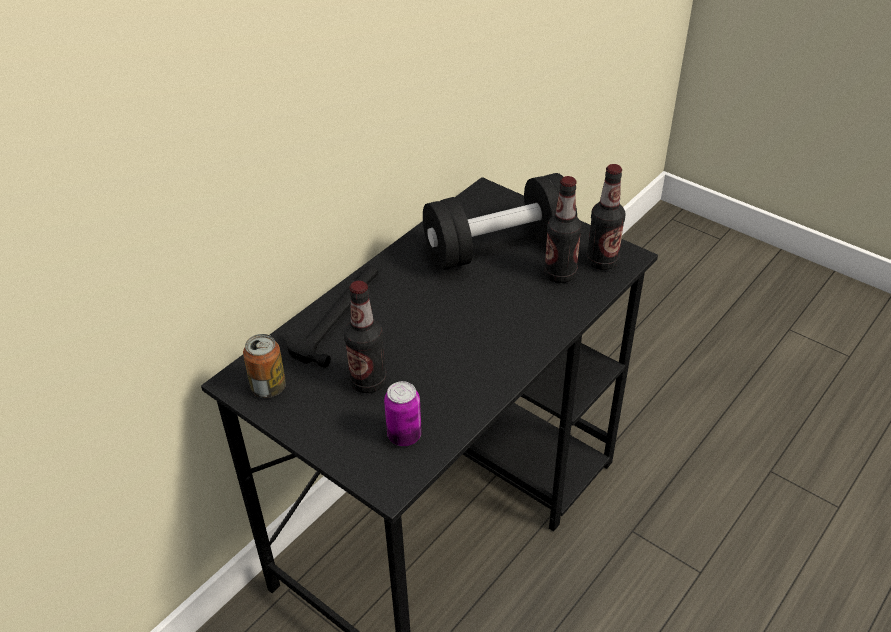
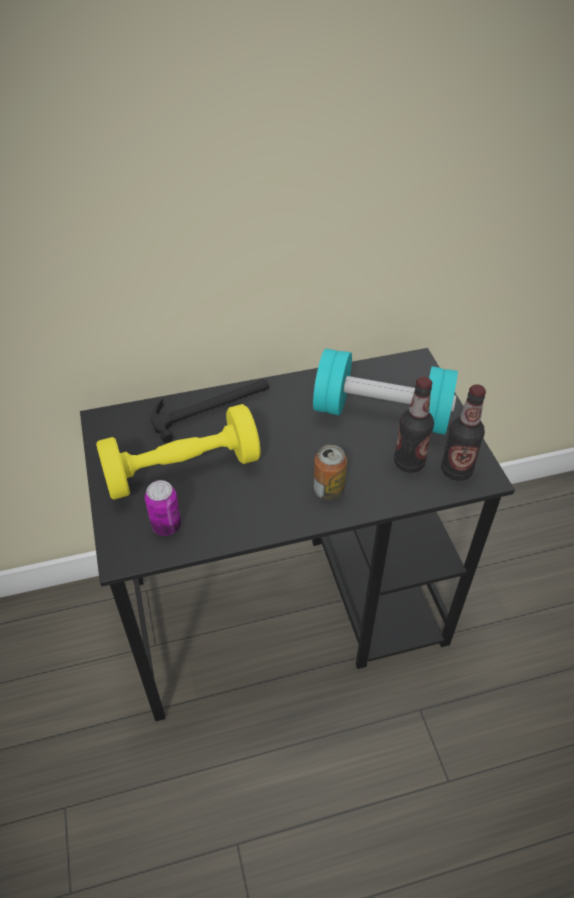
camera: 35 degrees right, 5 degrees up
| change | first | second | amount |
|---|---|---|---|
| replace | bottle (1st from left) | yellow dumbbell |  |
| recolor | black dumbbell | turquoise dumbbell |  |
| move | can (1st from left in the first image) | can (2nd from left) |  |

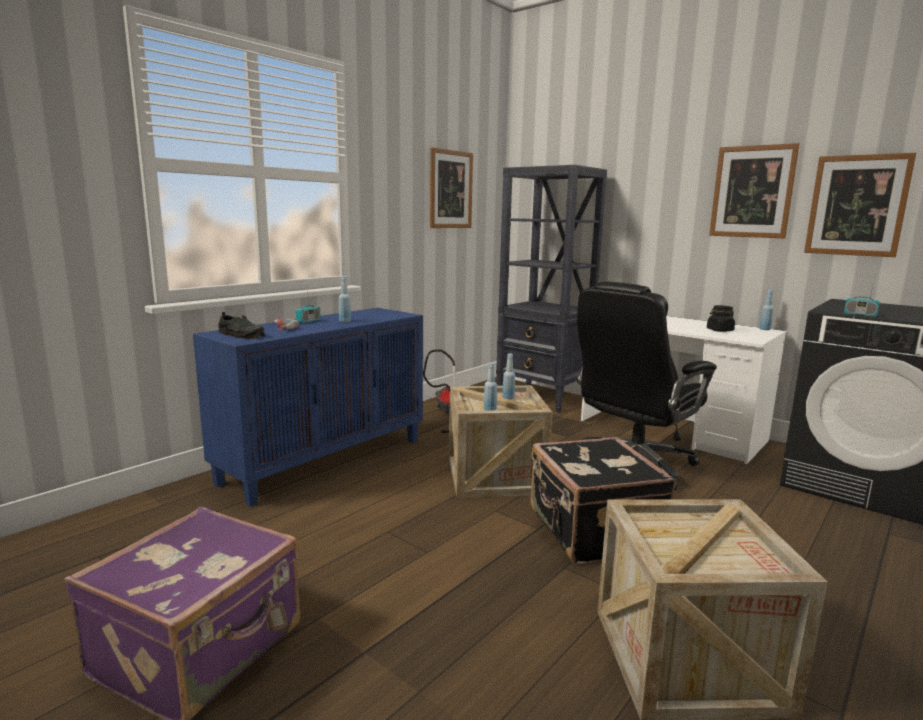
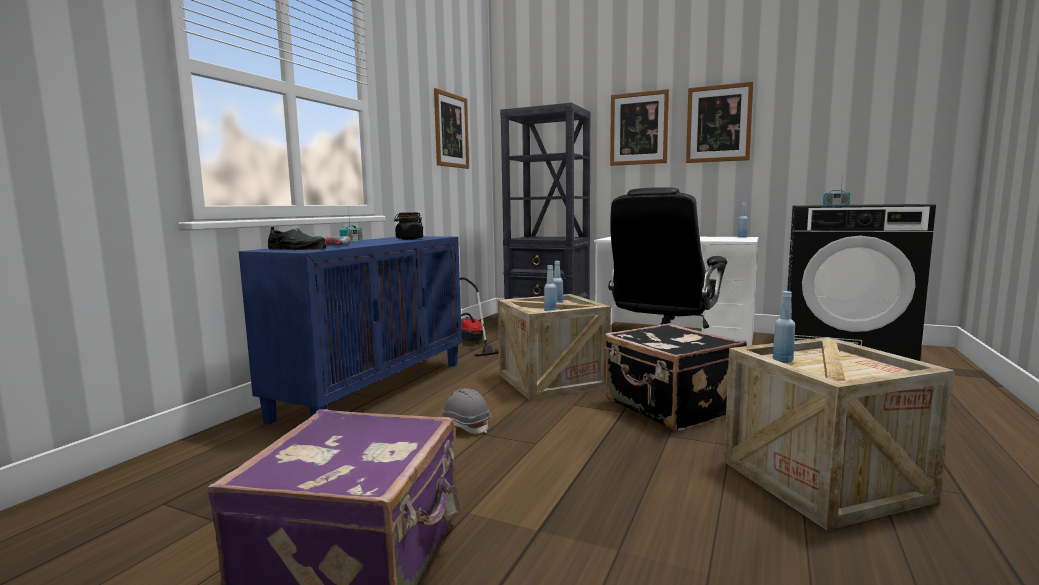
camera: 15 degrees left, 5 degrees down
| change | first | second | amount |
|---|---|---|---|
| move | black jar |  |  |
| insert |  | grey hard hat |  |
| move | picture (3rd from left in the first image) | picture (2nd from left) |  |
| move | blue bottle (1st from left in the first image) | blue bottle (4th from left) |  |

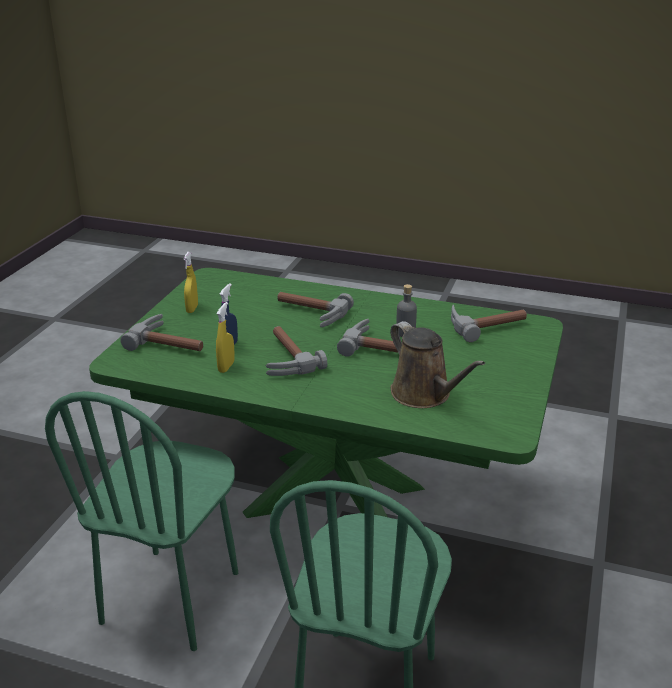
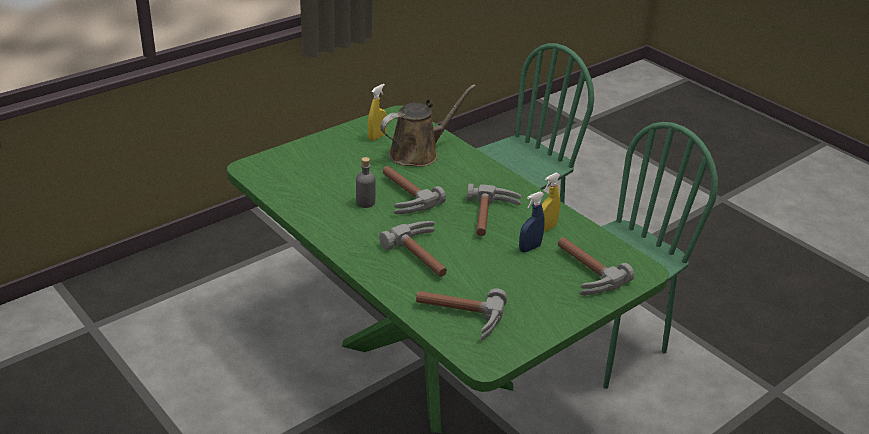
camera: 150 degrees left, 5 degrees up
| change | first | second | amount |
|---|---|---|---|
| move | yellow spray bottle (1st from left) |  |  |
| rotate | brown watering can |  | 60 degrees clockwise |
| move | hammer (5th from left in the first image) | hammer (3rd from left) |  |

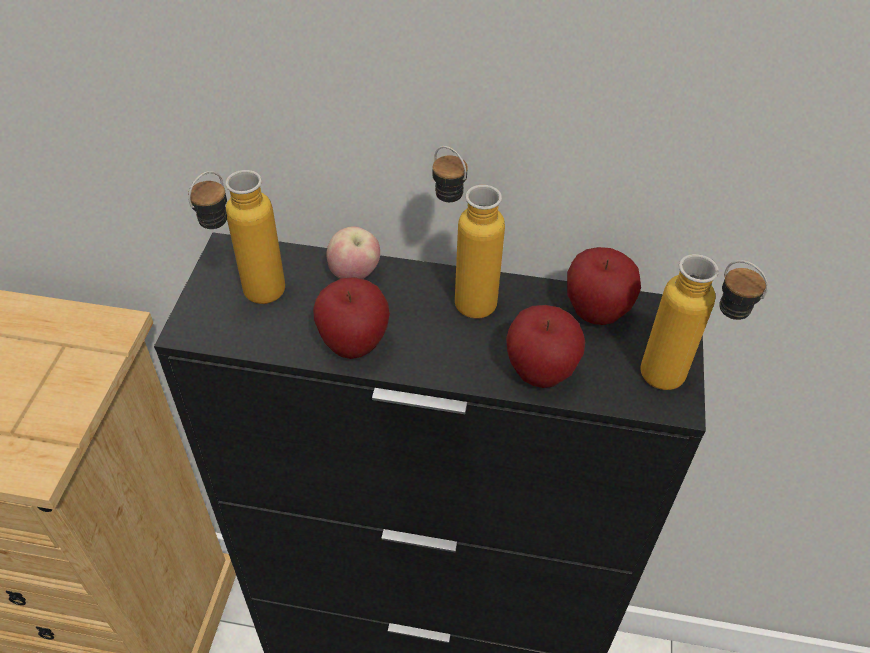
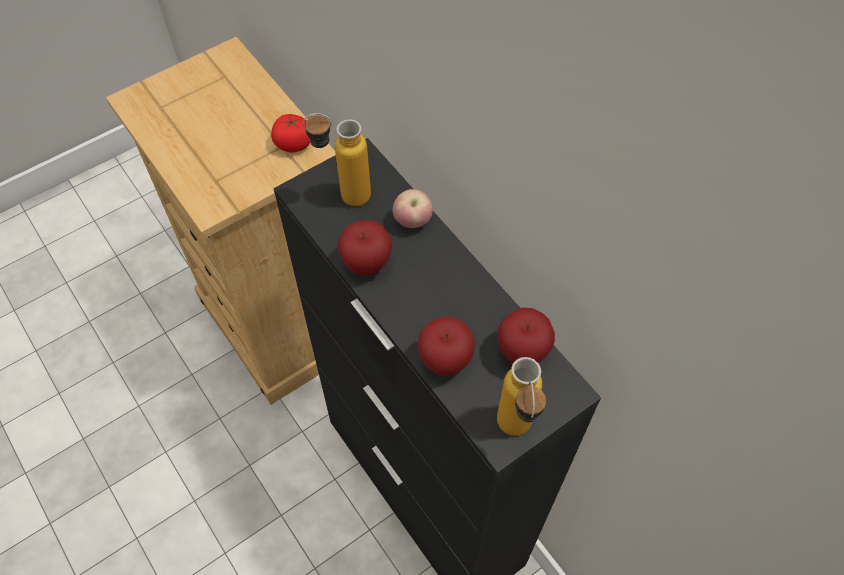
camera: 45 degrees right, 10 degrees up
| change | first | second | amount |
|---|---|---|---|
| insert |  | tomato |  |
| delete | bottle (2nd from left) |  |  |

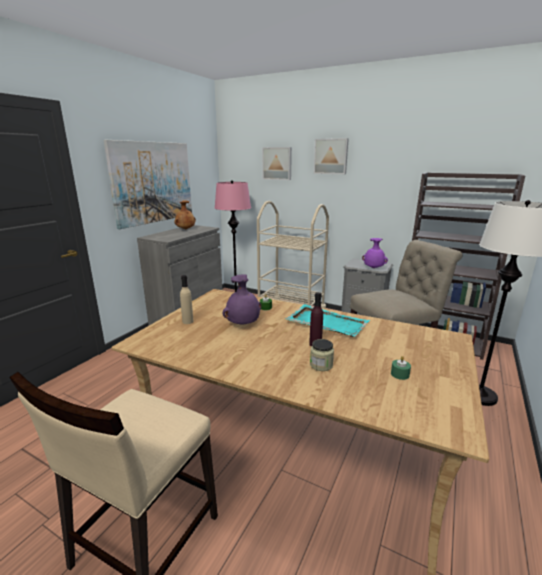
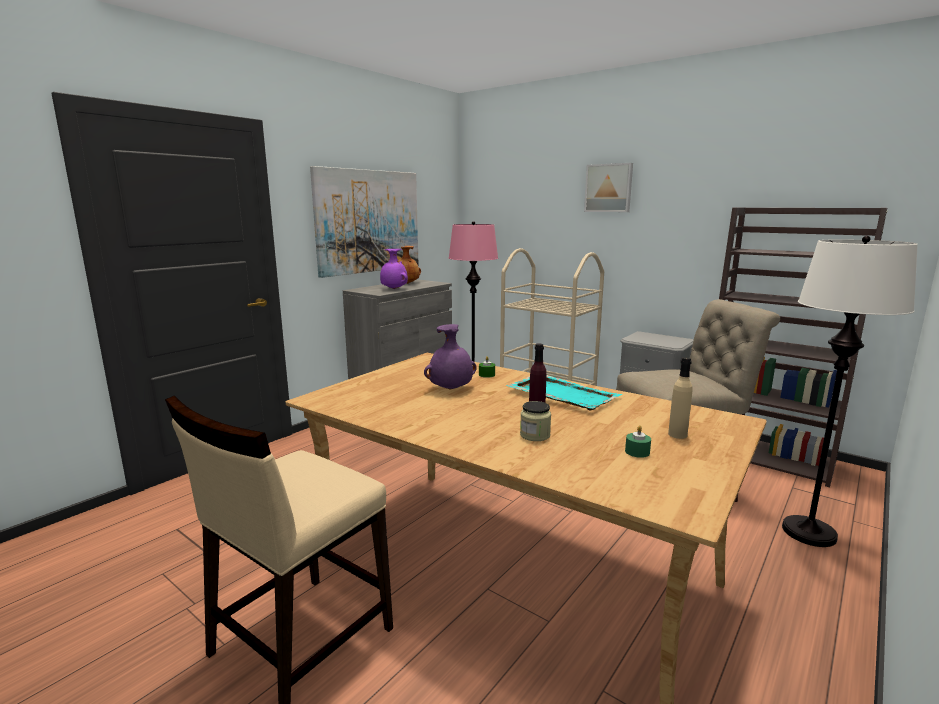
camera: 10 degrees right, 5 degrees down
| change | first | second | amount |
|---|---|---|---|
| move | purple vase (2nd from left in the first image) | purple vase (1st from left) |  |
| move | beige bottle |  |  |
| delete | picture (2nd from left) |  |  |

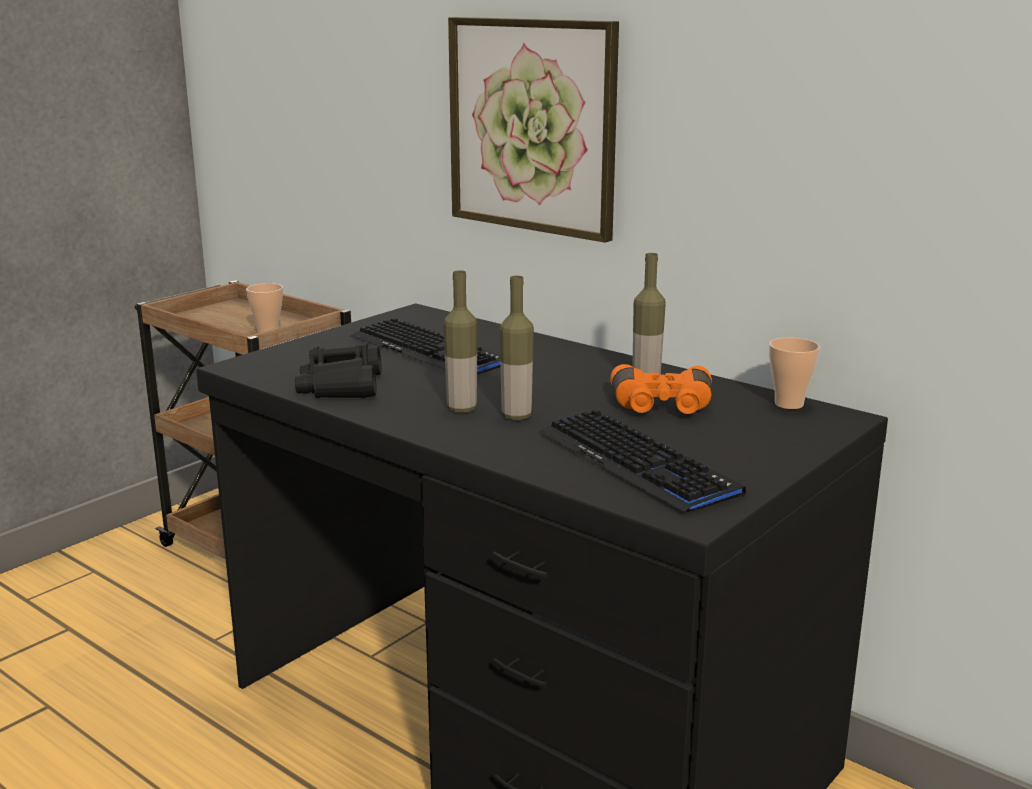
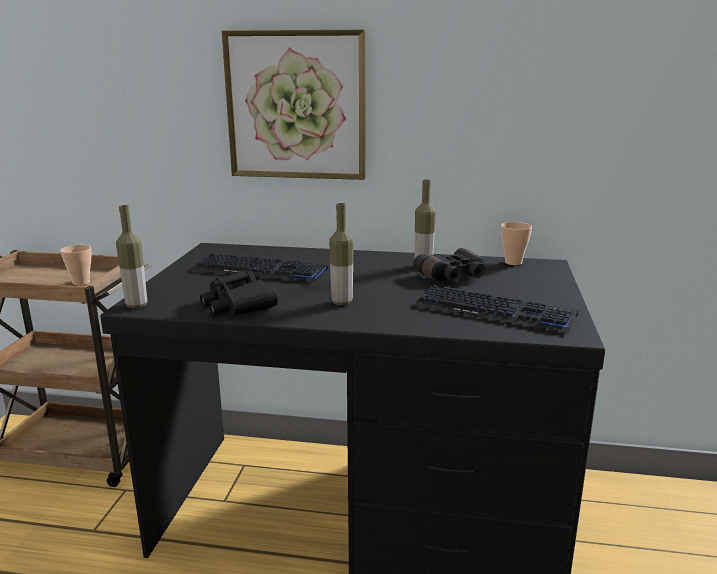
camera: 30 degrees left, 0 degrees up
| change | first | second | amount |
|---|---|---|---|
| move | bottle (2nd from left in the first image) | bottle (1st from left) |  |
| recolor | orange binoculars | black binoculars (2nd from left) |  |

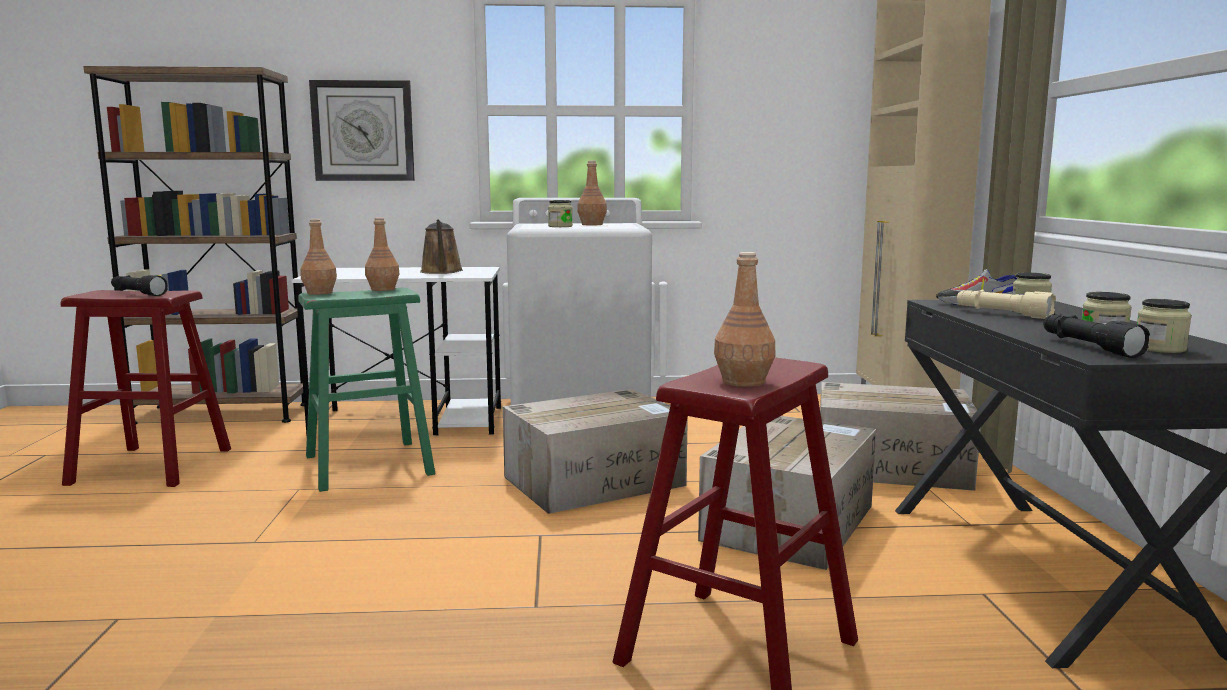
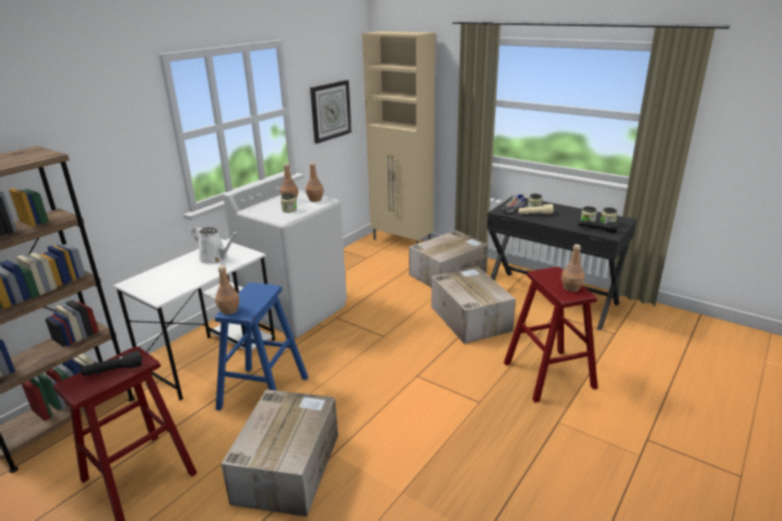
camera: 50 degrees left, 15 degrees up
| change | first | second | amount |
|---|---|---|---|
| recolor | brown watering can | white watering can |  |
| recolor | green stool | blue stool |  |
| move | cardboard box (1st from left) |  |  |
| move | brown bottle (2nd from left in the first image) | brown bottle (3rd from left) |  |
| move | wall clock |  |  |

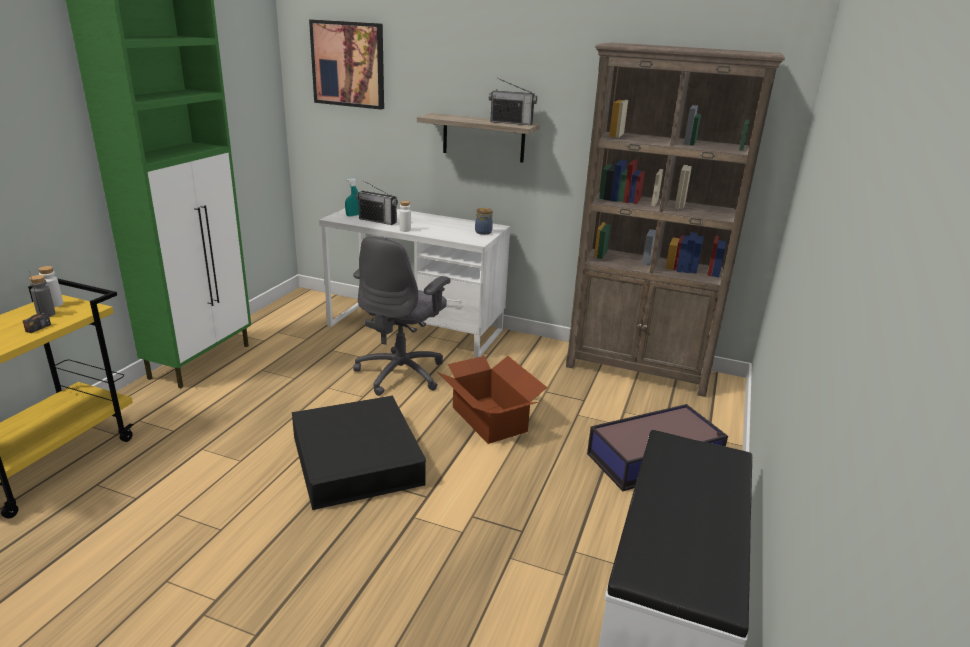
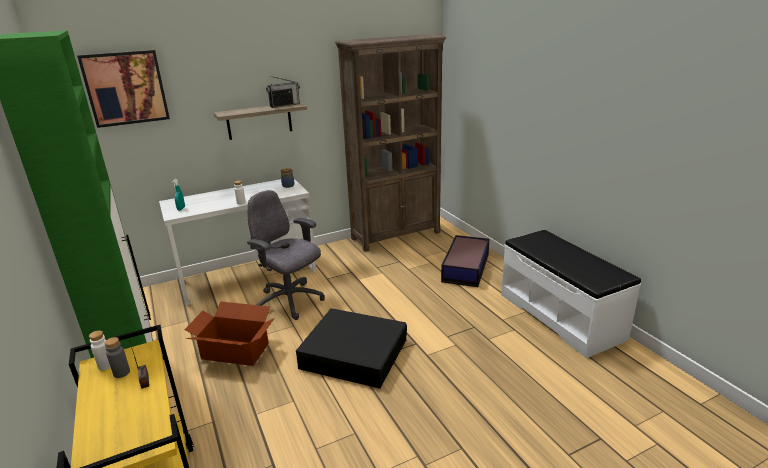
camera: 45 degrees left, 0 degrees up
| change | first | second | amount |
|---|---|---|---|
| move | cardboard box |  |  |
| rotate | grey office chair |  | 150 degrees clockwise |
| delete | radio (2nd from left) |  |  |

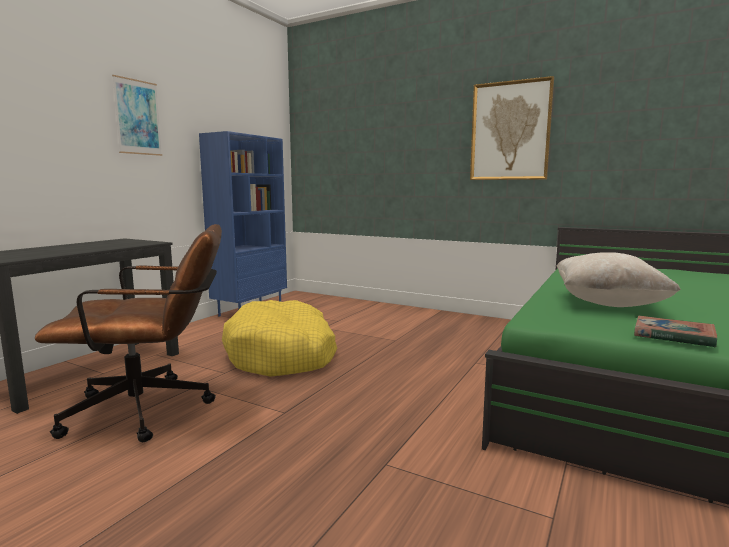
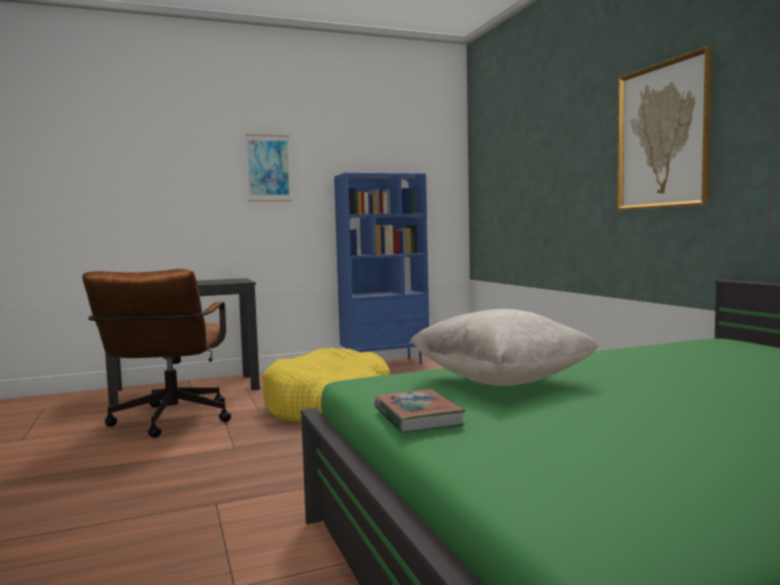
camera: 40 degrees right, 5 degrees down
| change | first | second | amount |
|---|---|---|---|
| rotate | brown office chair |  | 60 degrees clockwise |

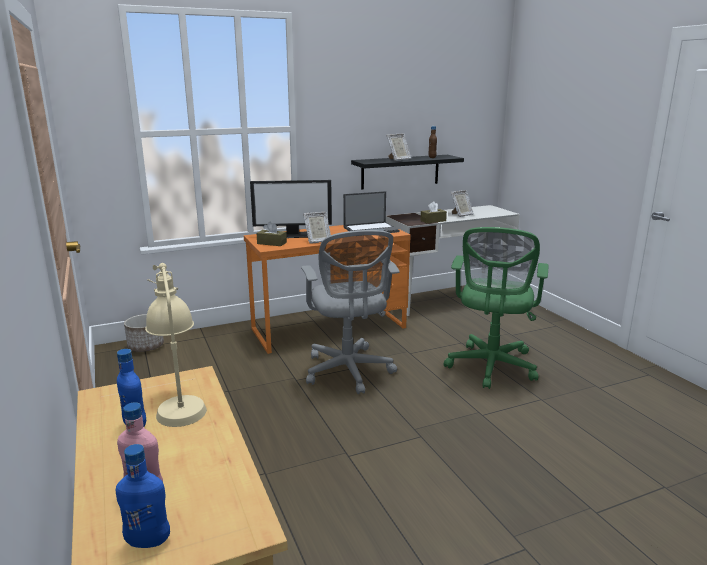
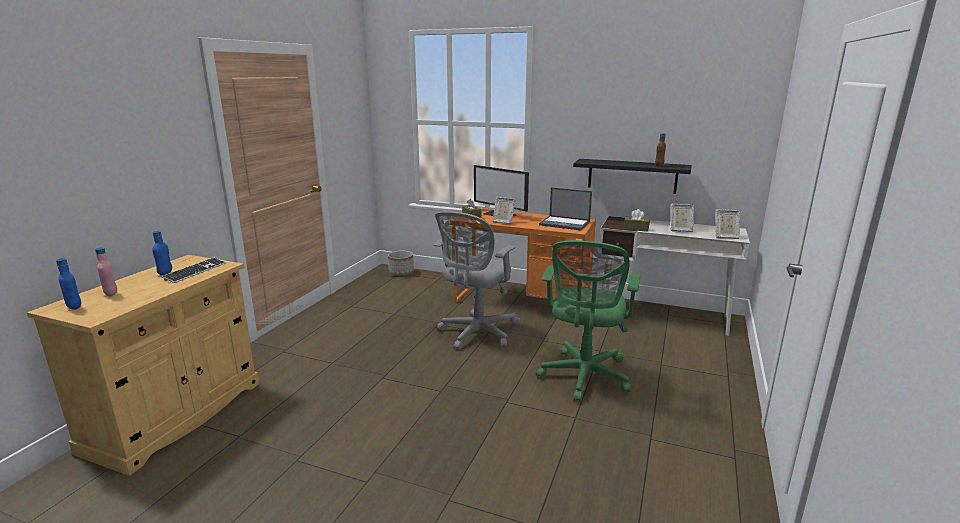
camera: 45 degrees right, 0 degrees up
| change | first | second | amount |
|---|---|---|---|
| replace | beige table lamp | keyboard |  |
| rotate | green office chair |  | 45 degrees counterclockwise |
| move | picture frame (2nd from left in the first image) | picture frame (3rd from left) |  |

